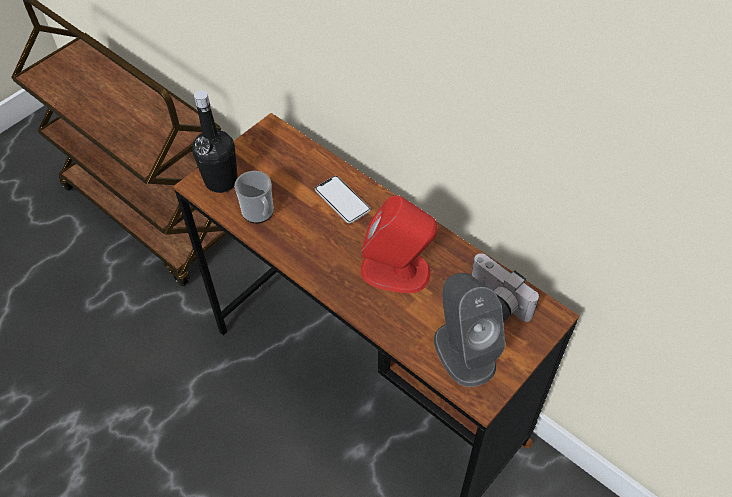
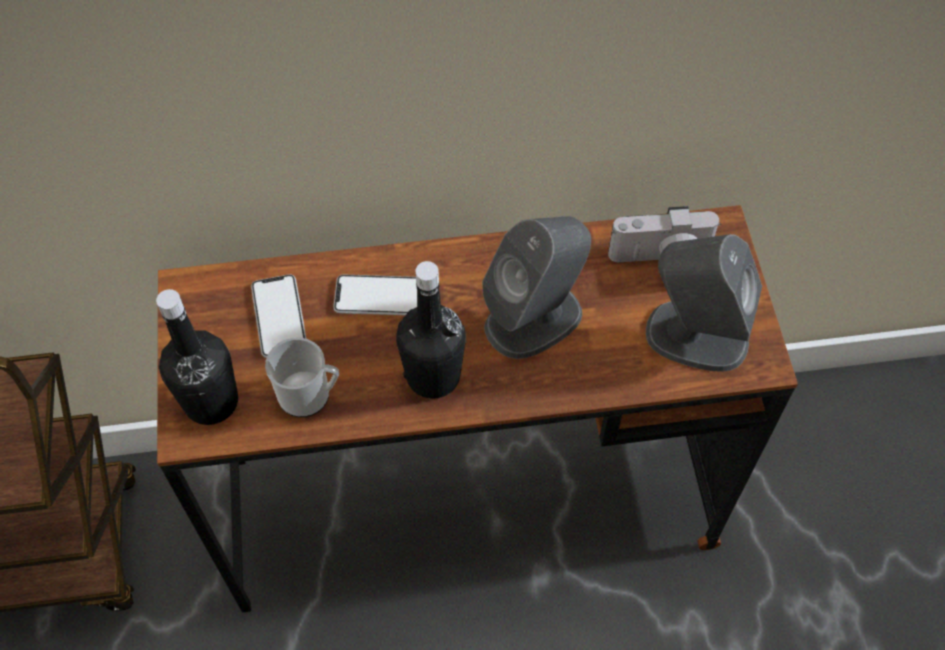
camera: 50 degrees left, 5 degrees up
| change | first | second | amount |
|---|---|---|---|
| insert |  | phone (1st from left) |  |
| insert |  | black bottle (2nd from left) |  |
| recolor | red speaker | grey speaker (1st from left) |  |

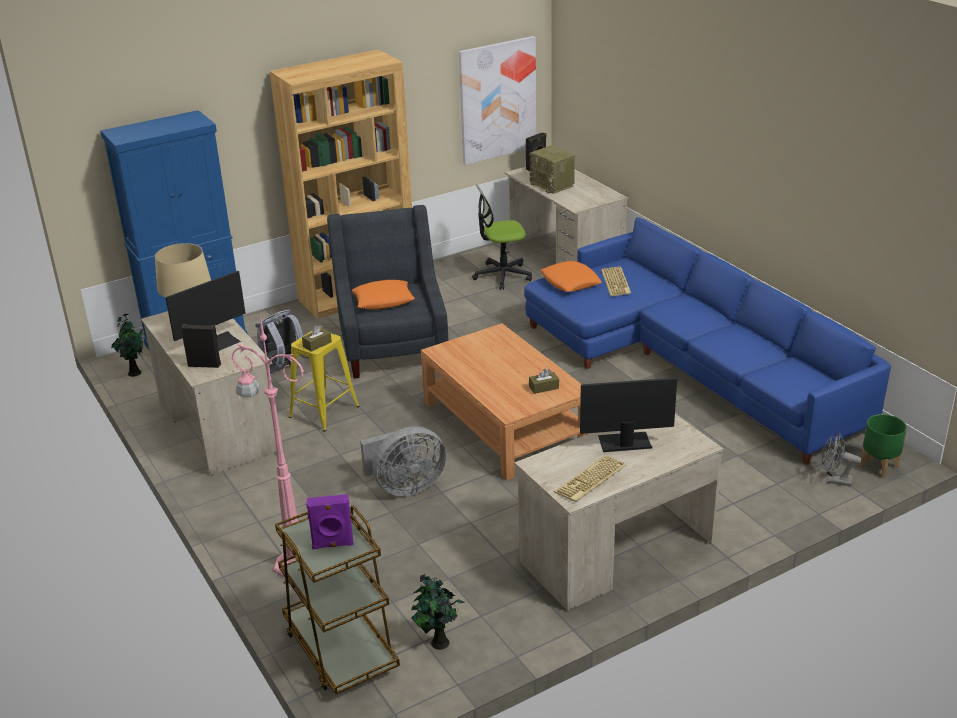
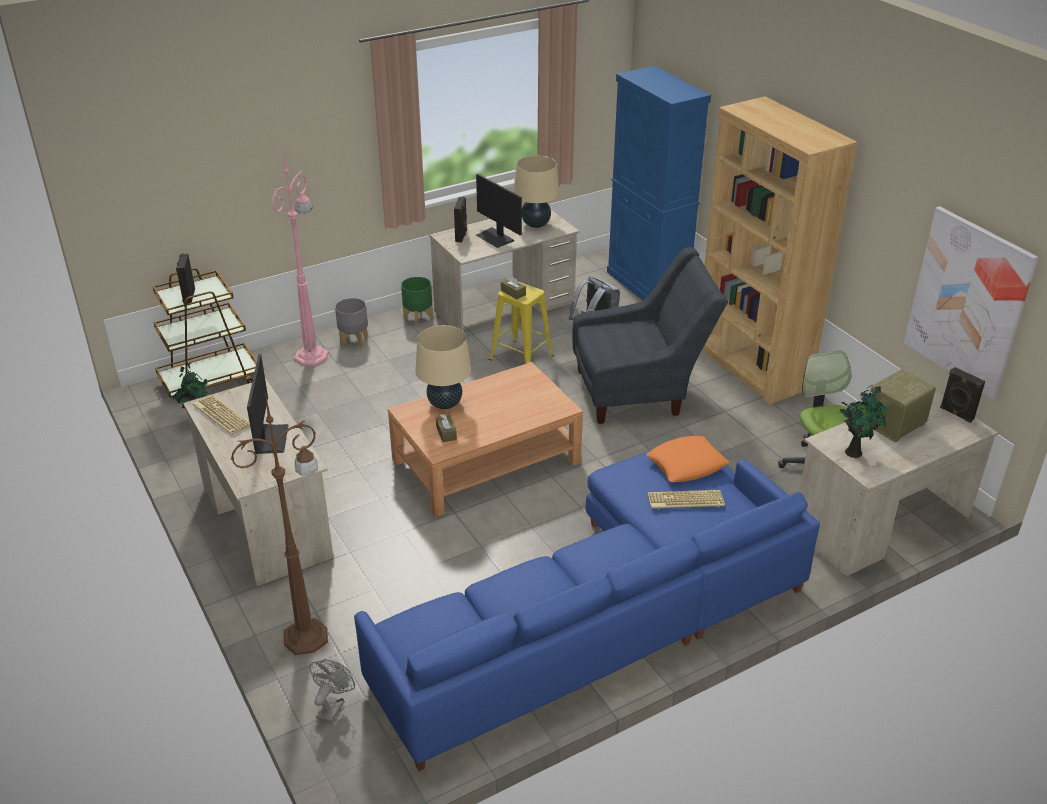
camera: 90 degrees right, 5 degrees up
| change | first | second | amount |
|---|---|---|---|
| recolor | purple speaker | black speaker (1st from left) |  |
| insert |  | brown floor lamp |  |
| insert |  | grey planter |  |
| move | green planter |  |  |
| insert |  | beige table lamp (1st from left) |  |
| move | potted plant (1st from left in the first image) | potted plant (2nd from left) |  |
| delete | orange pillow (1st from left) |  |  |
| delete | grey fan (1st from left) |  |  |

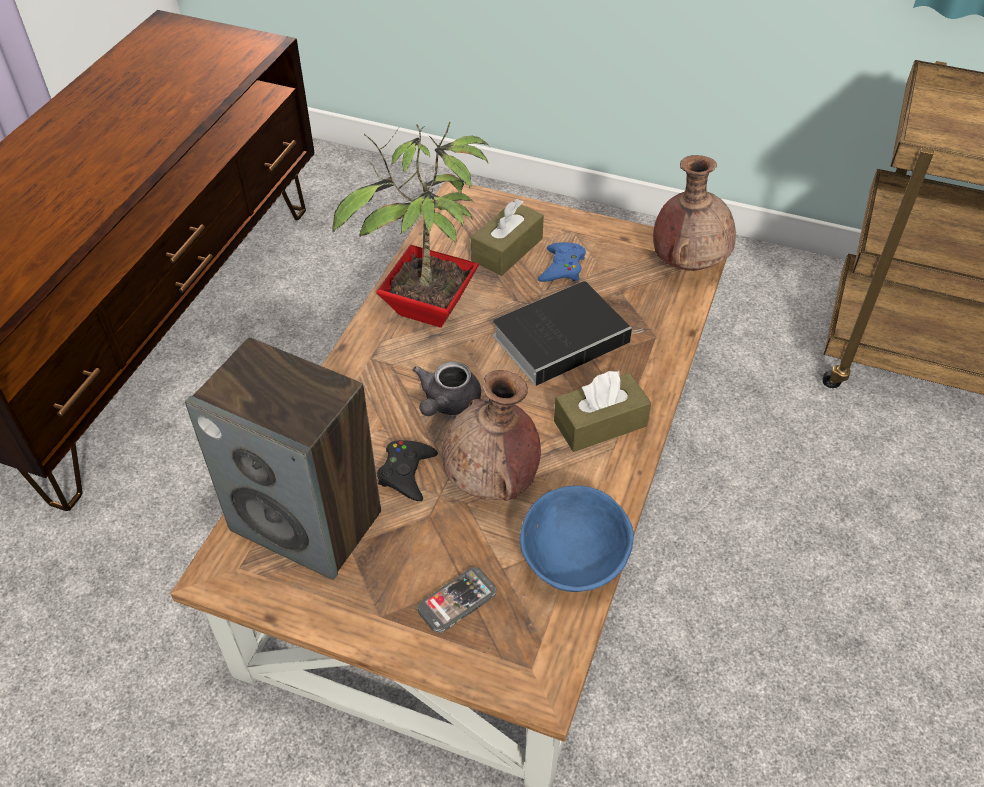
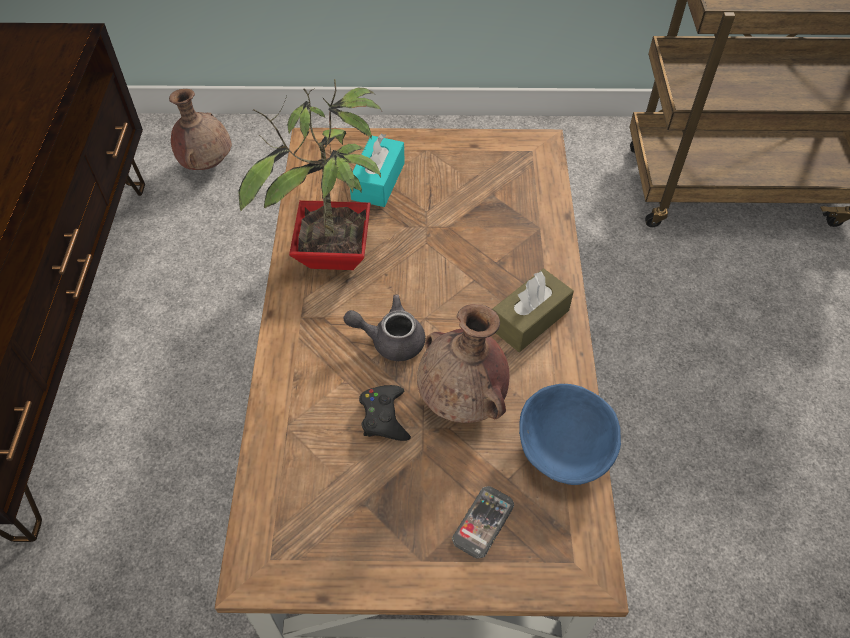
camera: 20 degrees left, 5 degrees up
| change | first | second | amount |
|---|---|---|---|
| move | brown vase (2nd from left in the first image) | brown vase (1st from left) |  |
| rotate | grey teapot |  | 90 degrees clockwise |
| recolor | brown tissue box (1st from left) | turquoise tissue box |  |
| delete | speaker |  |  |
| delete | book |  |  |
| delete | blue game controller |  |  |

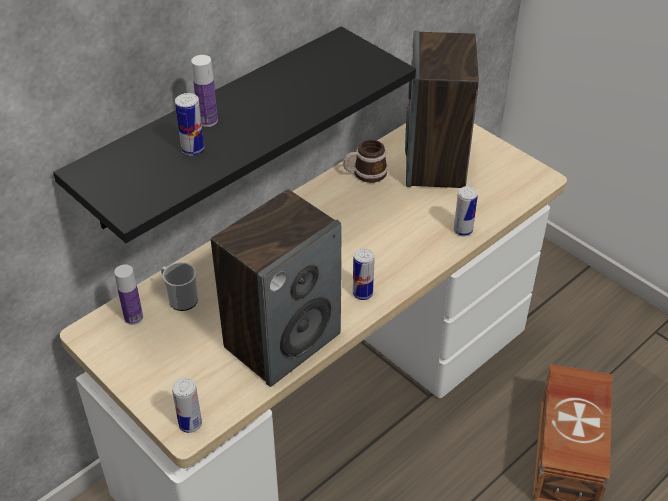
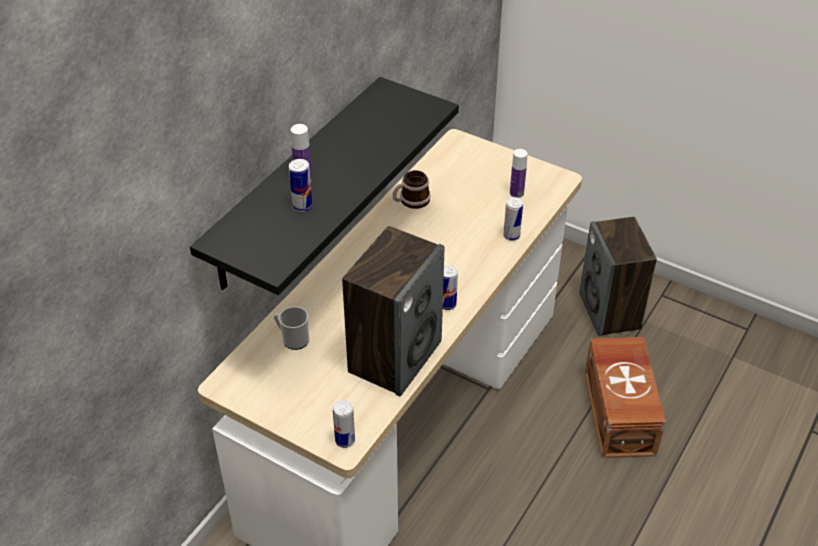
camera: 15 degrees left, 0 degrees up
| change | first | second | amount |
|---|---|---|---|
| move | bottle (1st from left in the first image) | bottle (2nd from left) |  |
| move | speaker (2nd from left) |  |  |

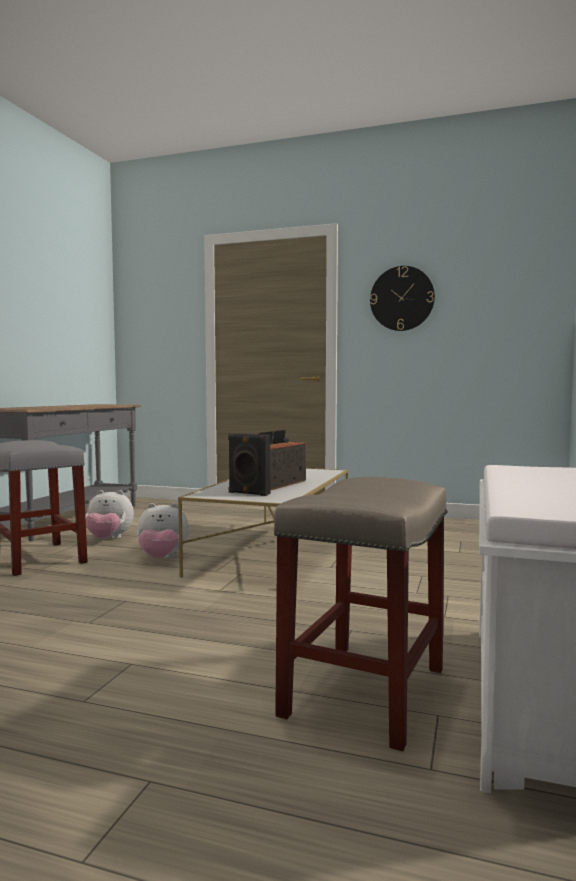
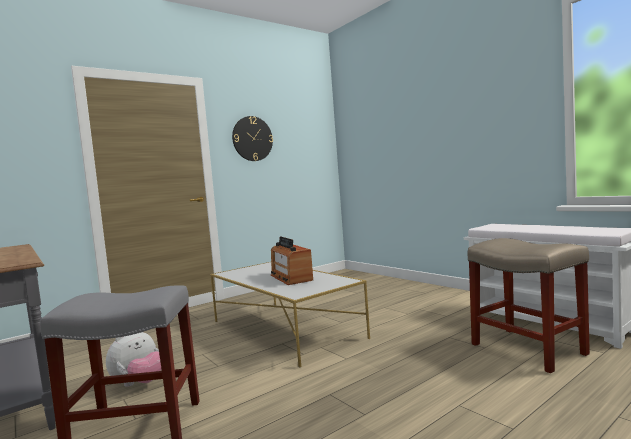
camera: 55 degrees left, 0 degrees up
| change | first | second | amount |
|---|---|---|---|
| delete | plush toy (2nd from left) |  |  |
| delete | black speaker |  |  |

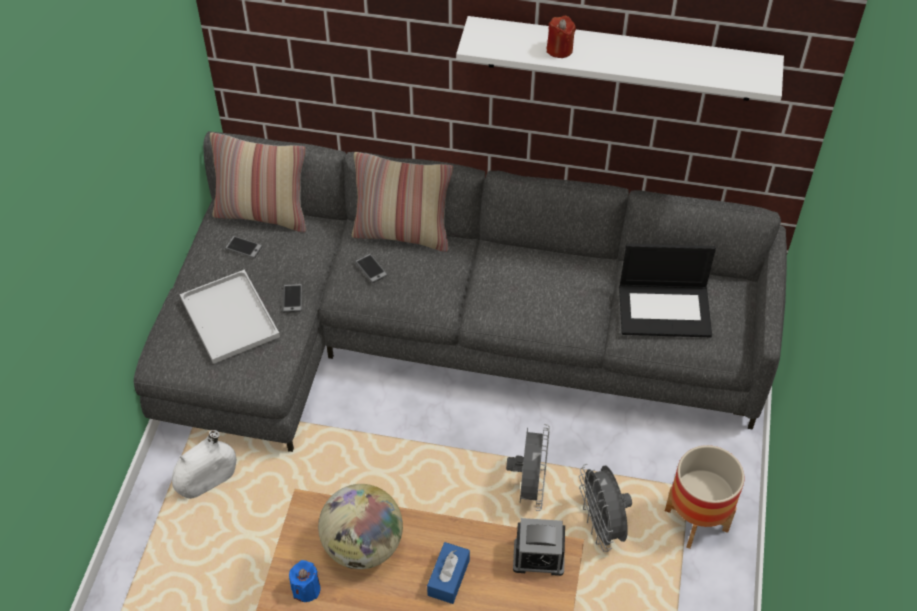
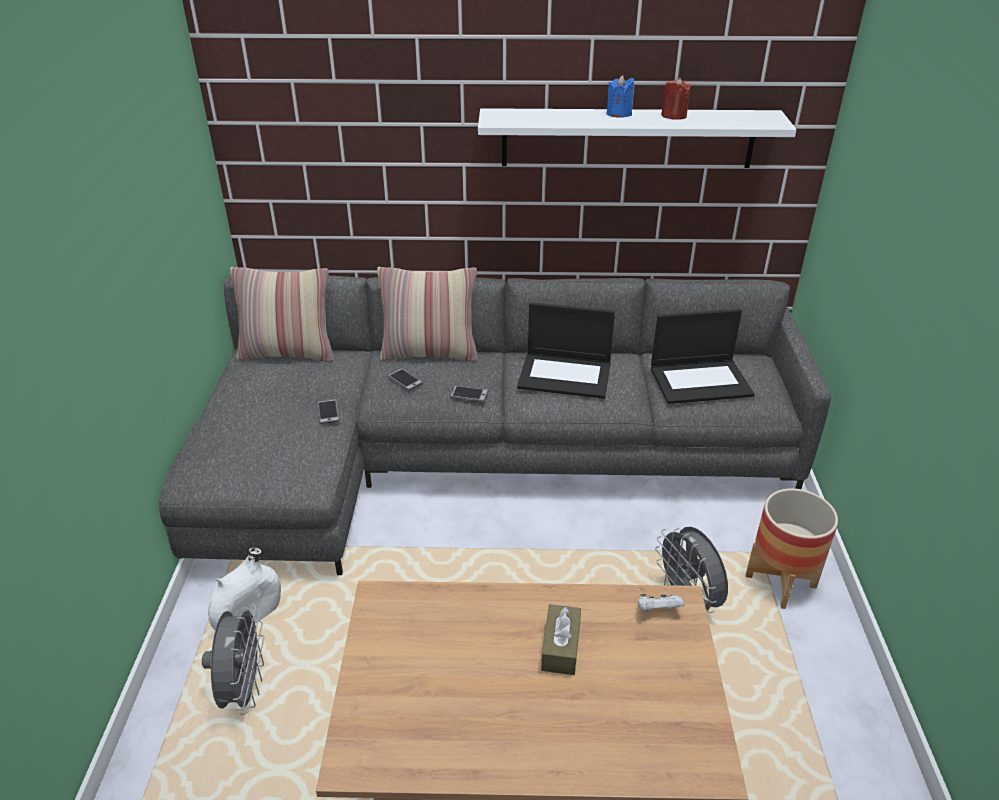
camera: 10 degrees left, 15 degrees down
| change | first | second | amount |
|---|---|---|---|
| move | grey fan (1st from left) |  |  |
| move | phone (1st from left in the first image) | phone (3rd from left) |  |
| insert |  | laptop (1st from left) |  |
| recolor | blue tissue box | brown tissue box |  |
| move | blue candle |  |  |
| replace | alarm clock | white game controller |  |
| move | red candle |  |  |
| delete | white tray |  |  |
| delete | globe |  |  |

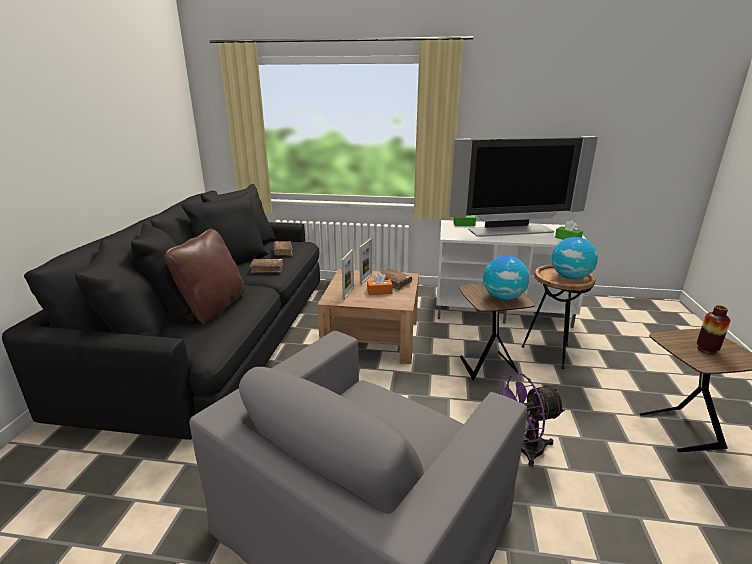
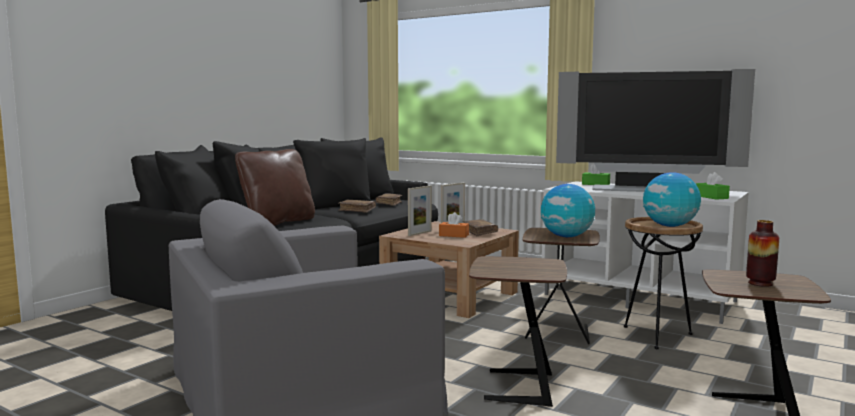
camera: 25 degrees right, 15 degrees down
| change | first | second | amount |
|---|---|---|---|
| replace | purple fan | brown side table (1st from left) |  |

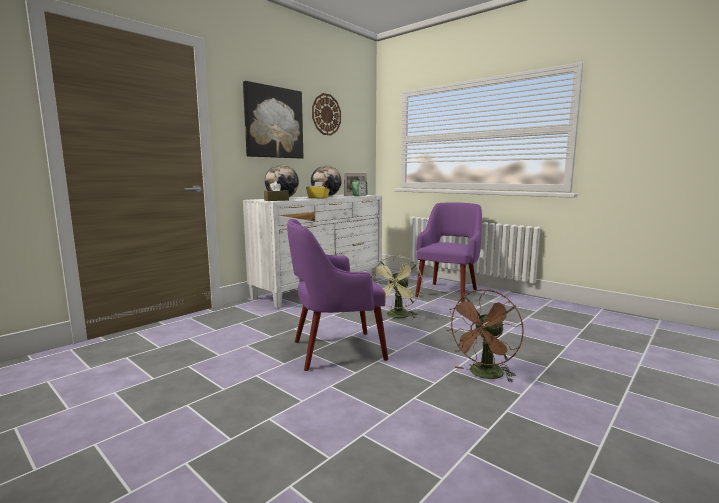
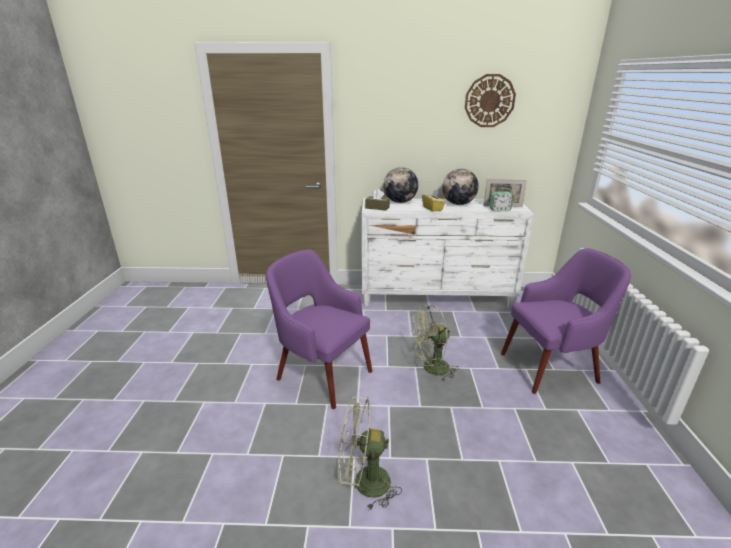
camera: 50 degrees right, 15 degrees up
| change | first | second | amount |
|---|---|---|---|
| recolor | brown fan | green fan (1st from left) |  |
| delete | picture |  |  |

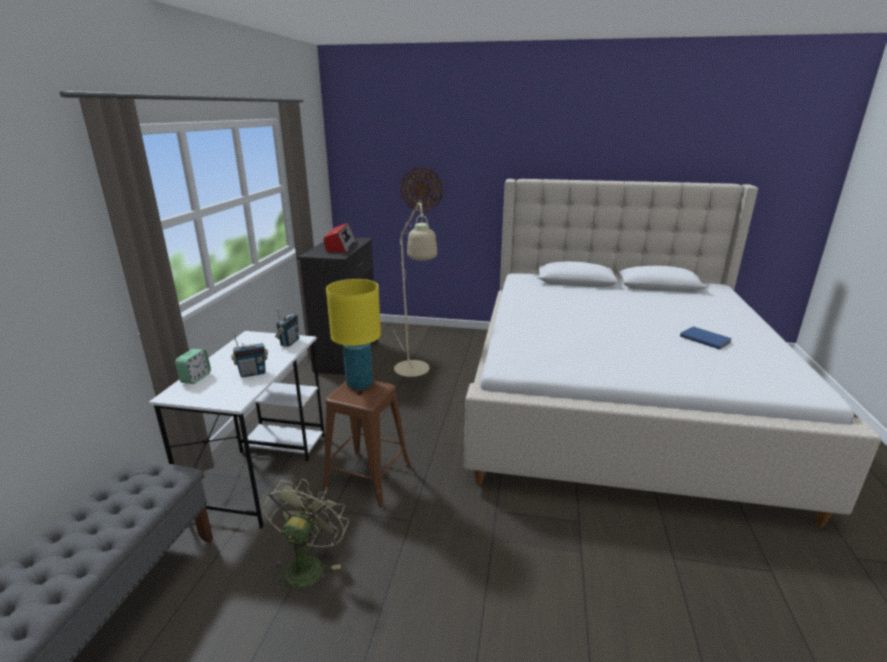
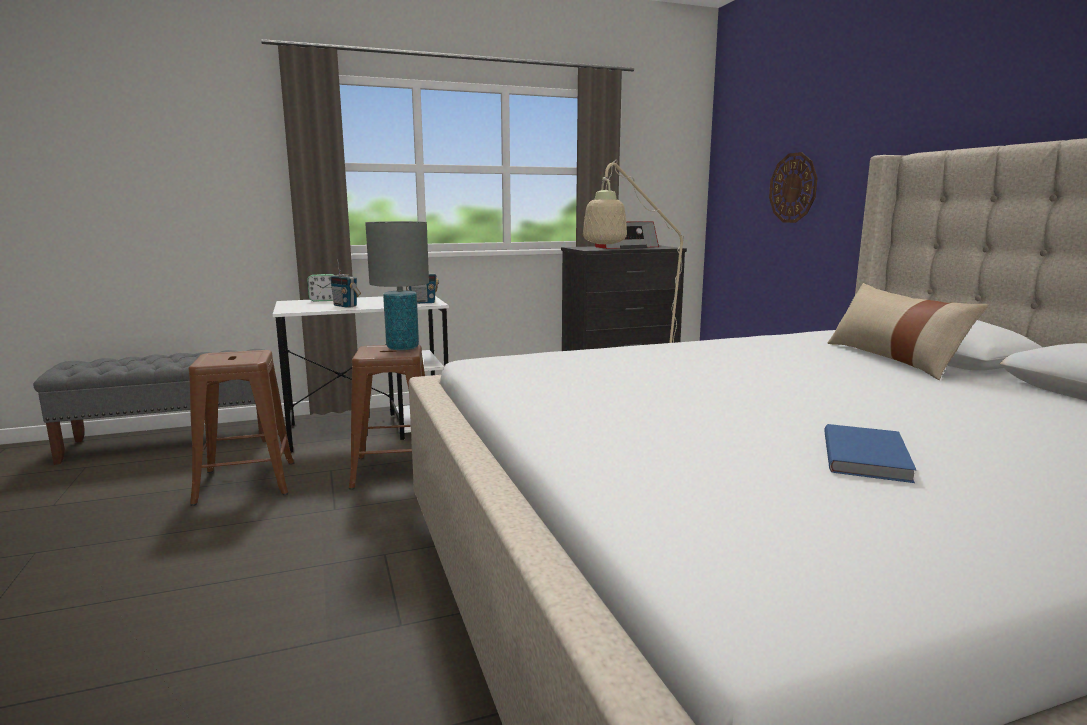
camera: 60 degrees right, 10 degrees down
| change | first | second | amount |
|---|---|---|---|
| replace | green fan | brown stool (1st from left) |  |
| recolor | yellow table lamp | grey table lamp |  |
| insert |  | beige pillow |  |

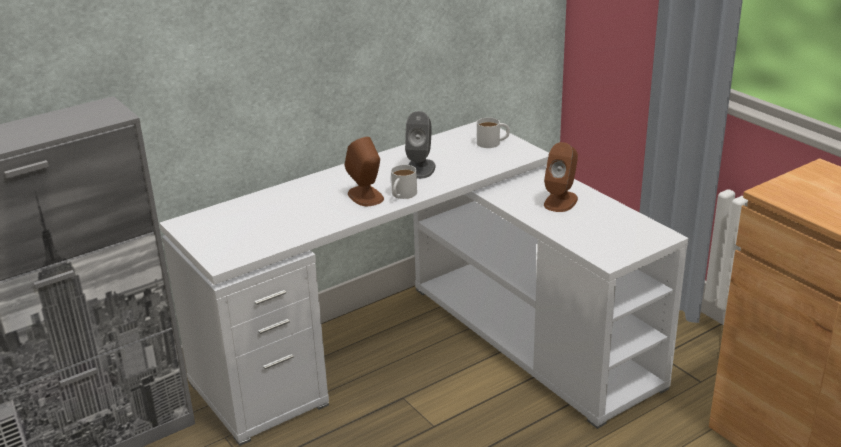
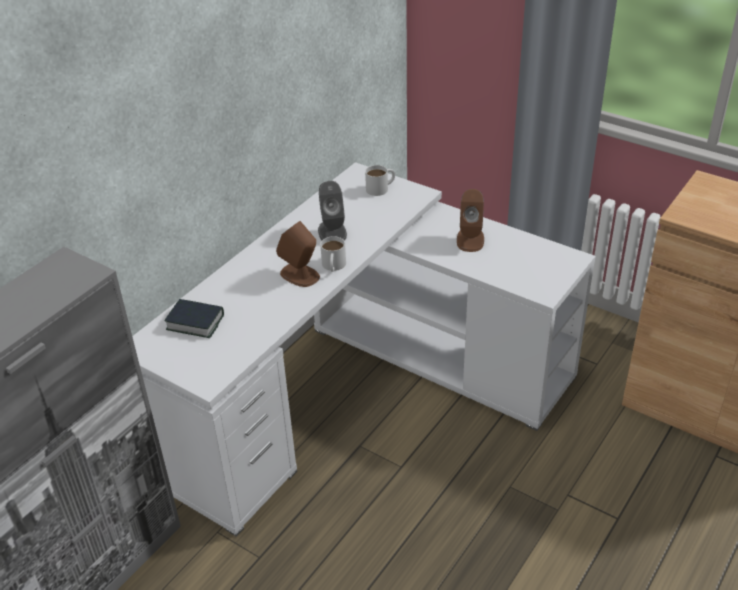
camera: 20 degrees left, 10 degrees up
| change | first | second | amount |
|---|---|---|---|
| insert |  | book |  |

